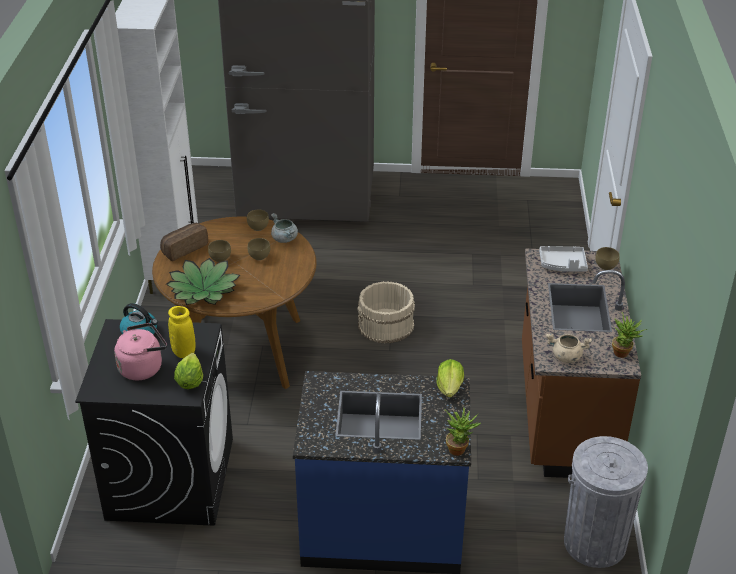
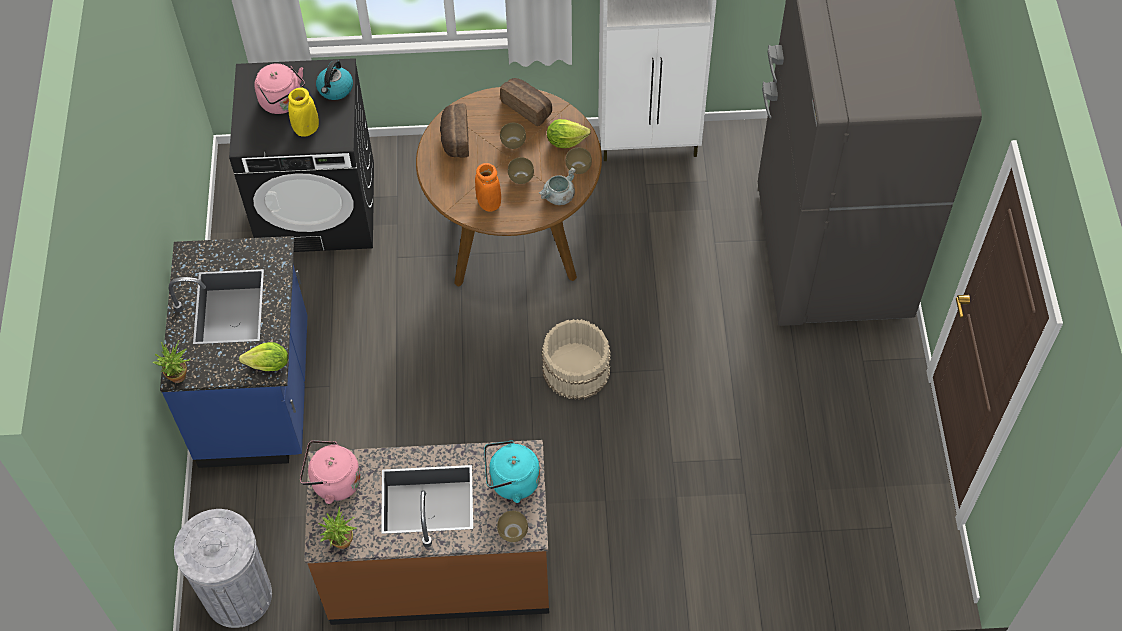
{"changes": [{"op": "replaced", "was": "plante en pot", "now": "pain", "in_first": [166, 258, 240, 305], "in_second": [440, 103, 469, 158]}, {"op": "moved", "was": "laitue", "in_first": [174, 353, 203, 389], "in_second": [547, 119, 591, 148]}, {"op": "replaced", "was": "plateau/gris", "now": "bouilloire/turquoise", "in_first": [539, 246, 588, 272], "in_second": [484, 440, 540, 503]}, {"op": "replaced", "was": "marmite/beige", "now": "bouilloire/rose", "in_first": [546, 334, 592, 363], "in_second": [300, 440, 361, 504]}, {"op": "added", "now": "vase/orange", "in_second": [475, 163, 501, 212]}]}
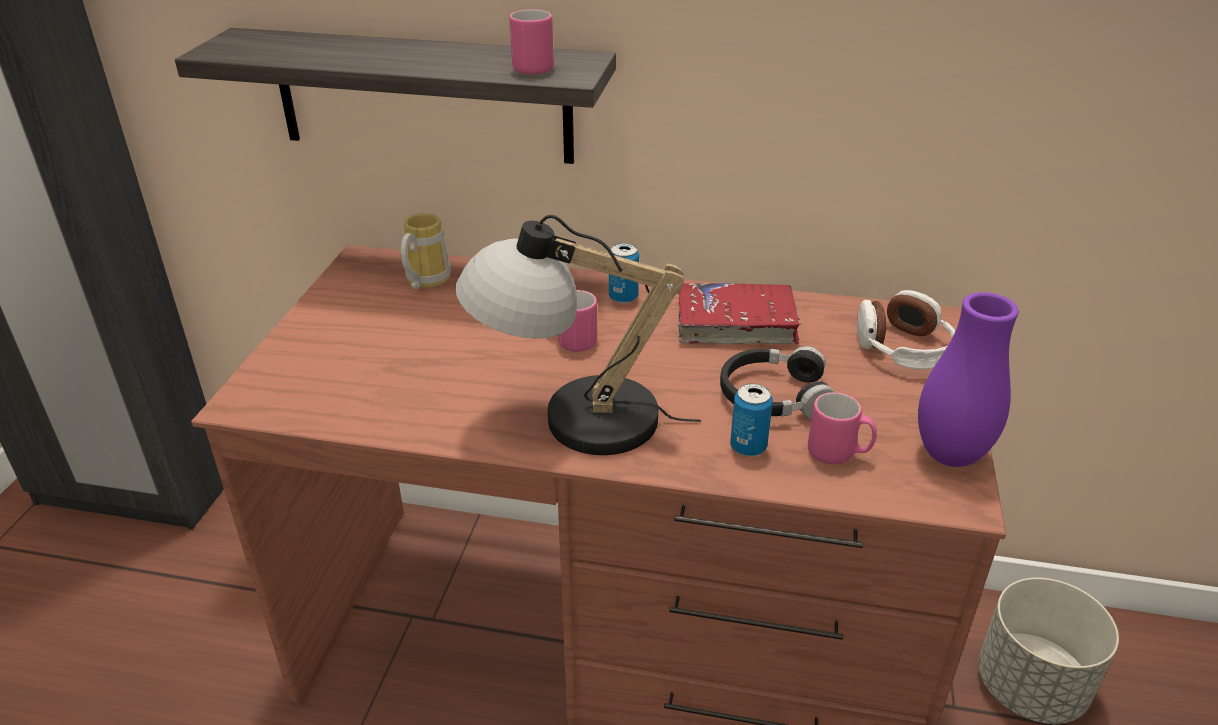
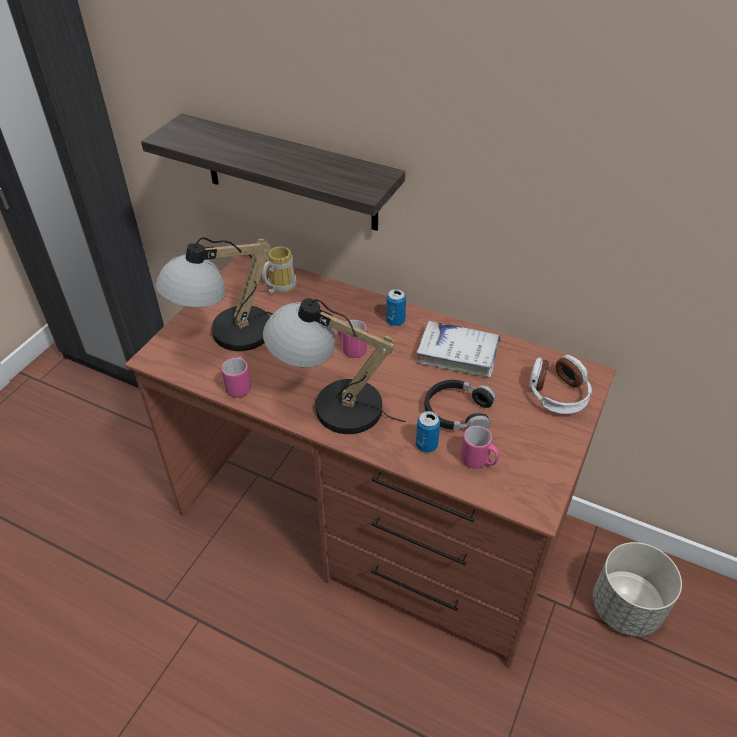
{"changes": [{"op": "moved", "was": "mug/rose", "in_first": [509, 9, 554, 75], "in_second": [221, 356, 251, 398]}, {"op": "recoloured", "was": "livre/rouge", "now": "livre/blanc", "in_first": [678, 283, 801, 344], "in_second": [416, 321, 501, 378]}, {"op": "removed", "was": "vase/violet", "in_first": [918, 292, 1019, 467]}, {"op": "added", "now": "lampe de table", "in_second": [155, 237, 272, 351]}]}
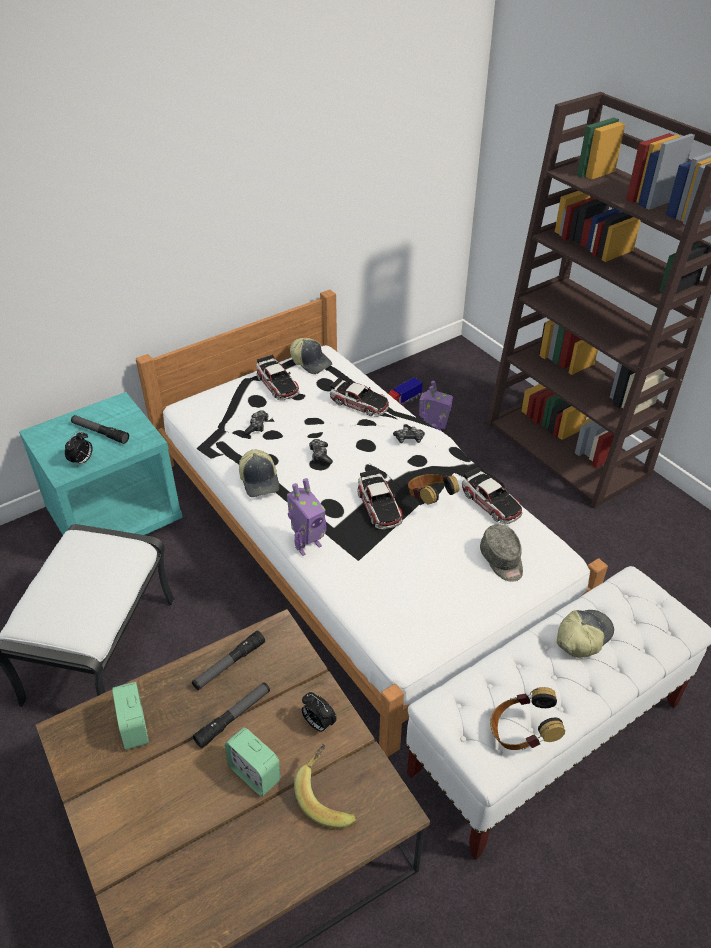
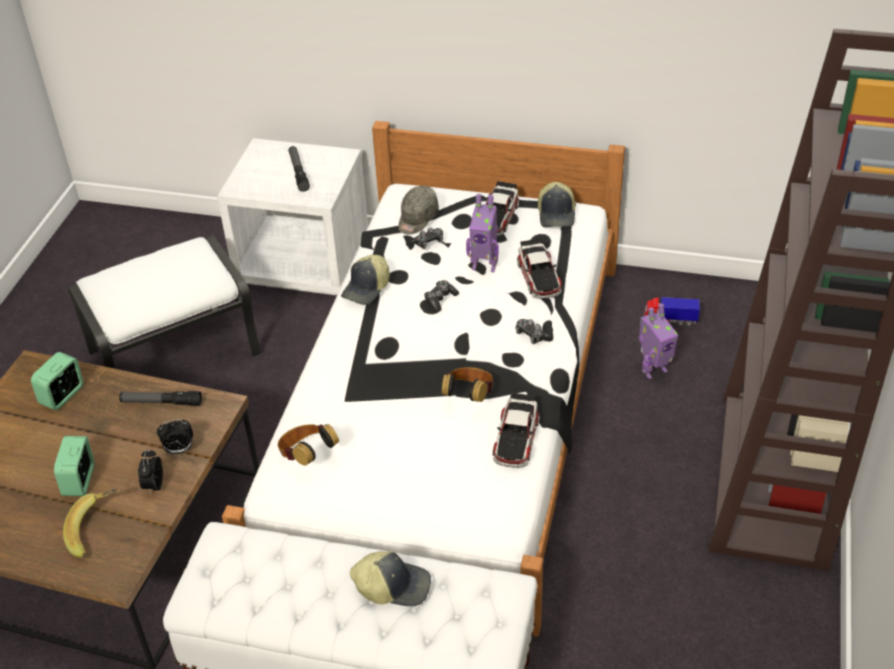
{"changes": [{"op": "recoloured", "was": "table de chevet/turquoise", "now": "table de chevet/blanc", "in_first": [19, 392, 183, 535], "in_second": [217, 138, 368, 295]}, {"op": "moved", "was": "réveil", "in_first": [65, 431, 92, 467], "in_second": [157, 419, 193, 454]}, {"op": "removed", "was": "lampe de poche", "in_first": [193, 682, 270, 748]}, {"op": "moved", "was": "robot jouet", "in_first": [287, 478, 326, 556], "in_second": [466, 194, 498, 272]}, {"op": "removed", "was": "petite voiture", "in_first": [357, 469, 403, 529]}, {"op": "moved", "was": "casquette/gris", "in_first": [480, 524, 523, 582], "in_second": [398, 186, 439, 234]}, {"op": "moved", "was": "casque audio", "in_first": [490, 687, 565, 750], "in_second": [278, 424, 339, 466]}]}
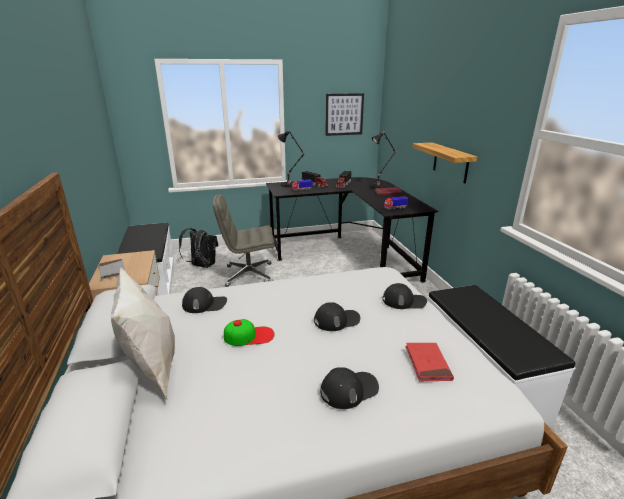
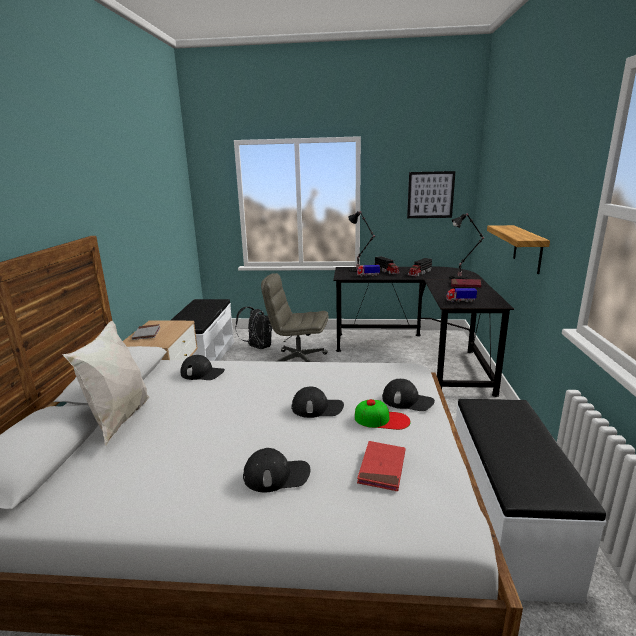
{"changes": [{"op": "moved", "was": "casquette", "in_first": [224, 319, 275, 346], "in_second": [355, 399, 411, 430]}]}
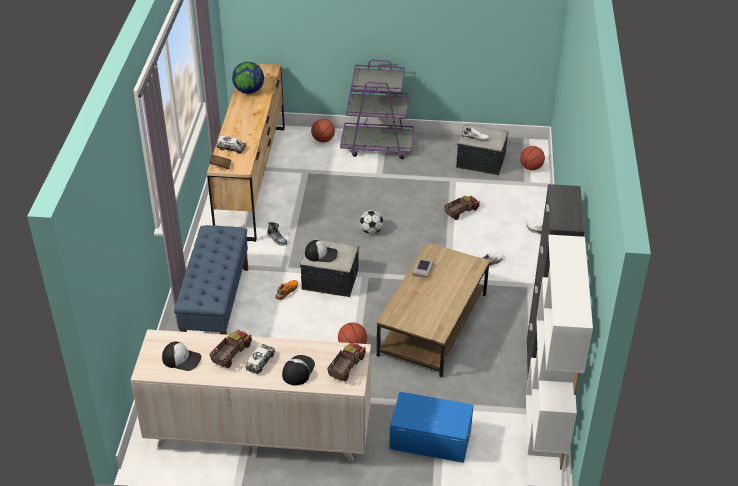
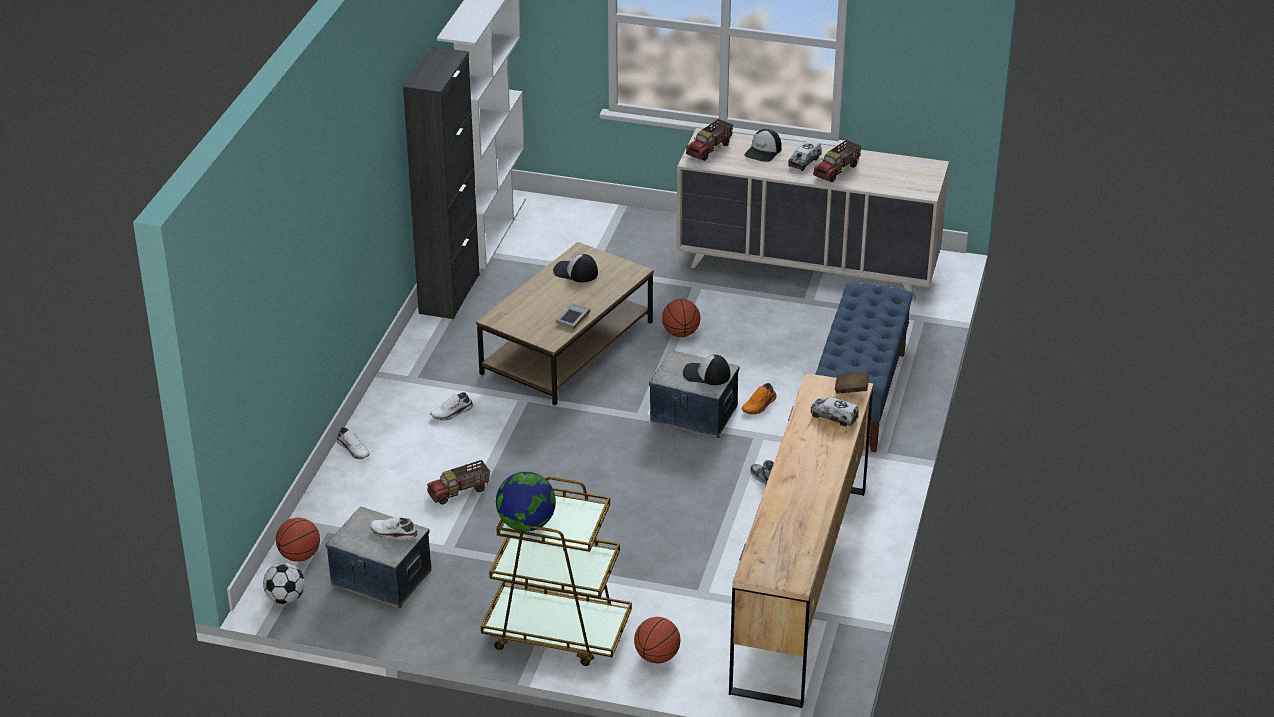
{"changes": [{"op": "moved", "was": "casquette", "in_first": [162, 342, 202, 371], "in_second": [553, 254, 598, 283]}, {"op": "moved", "was": "globe", "in_first": [232, 62, 264, 94], "in_second": [496, 472, 556, 532]}, {"op": "recoloured", "was": "chariot/violet", "now": "chariot/marron", "in_first": [340, 60, 414, 159], "in_second": [481, 477, 632, 666]}, {"op": "moved", "was": "ballon de foot", "in_first": [359, 210, 383, 234], "in_second": [263, 563, 305, 604]}, {"op": "removed", "was": "boîte de rangement/bleu", "in_first": [389, 391, 473, 463]}]}
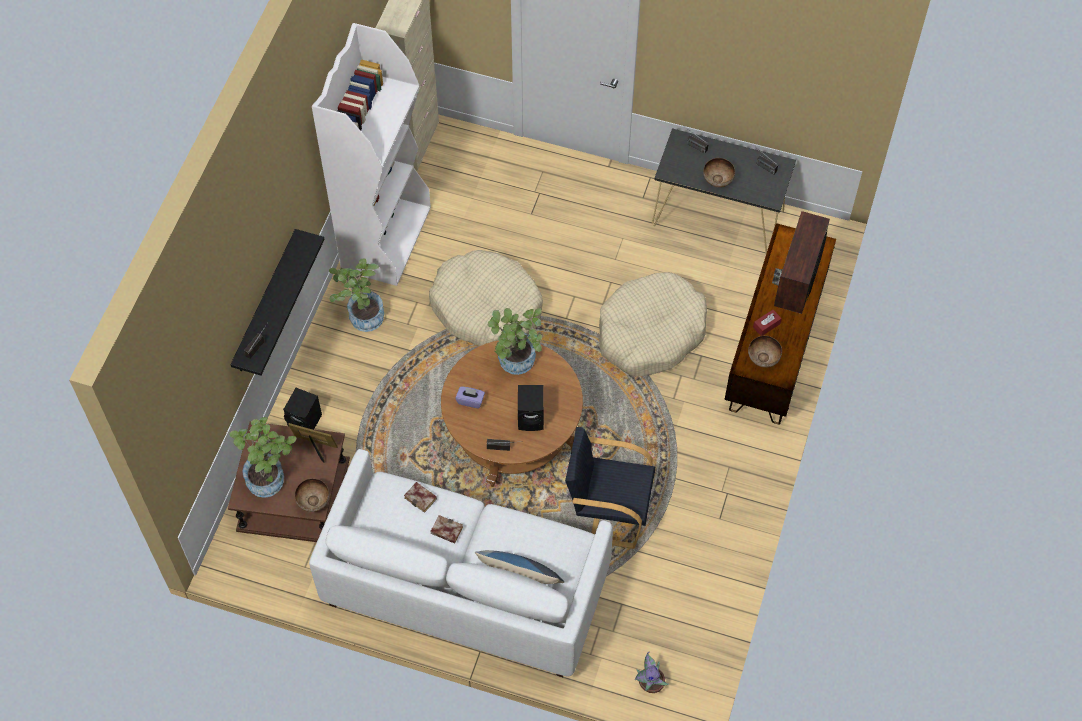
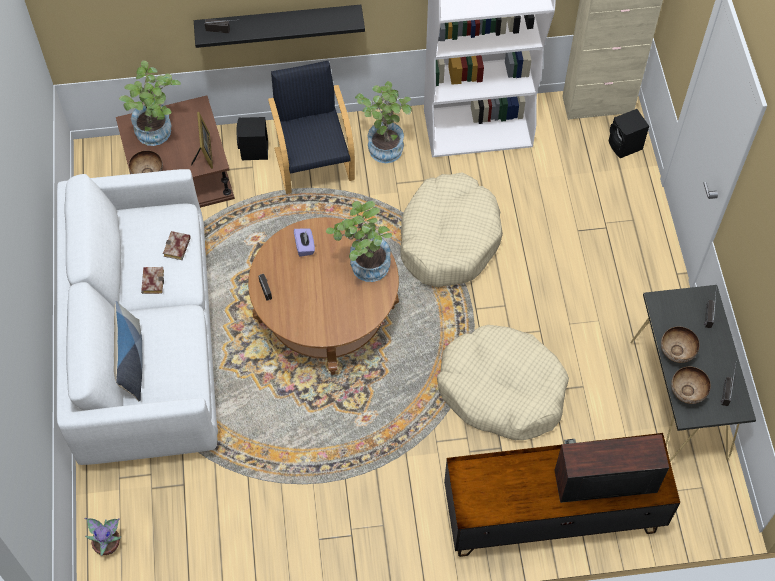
{"changes": [{"op": "moved", "was": "enceinte/noir", "in_first": [518, 385, 544, 431], "in_second": [609, 109, 649, 158]}, {"op": "moved", "was": "fauteuil/noir", "in_first": [565, 427, 656, 549], "in_second": [268, 61, 355, 194]}, {"op": "moved", "was": "bol", "in_first": [748, 336, 782, 368], "in_second": [671, 367, 711, 404]}, {"op": "removed", "was": "boîte à mouchoirs/rouge", "in_first": [753, 310, 782, 336]}]}
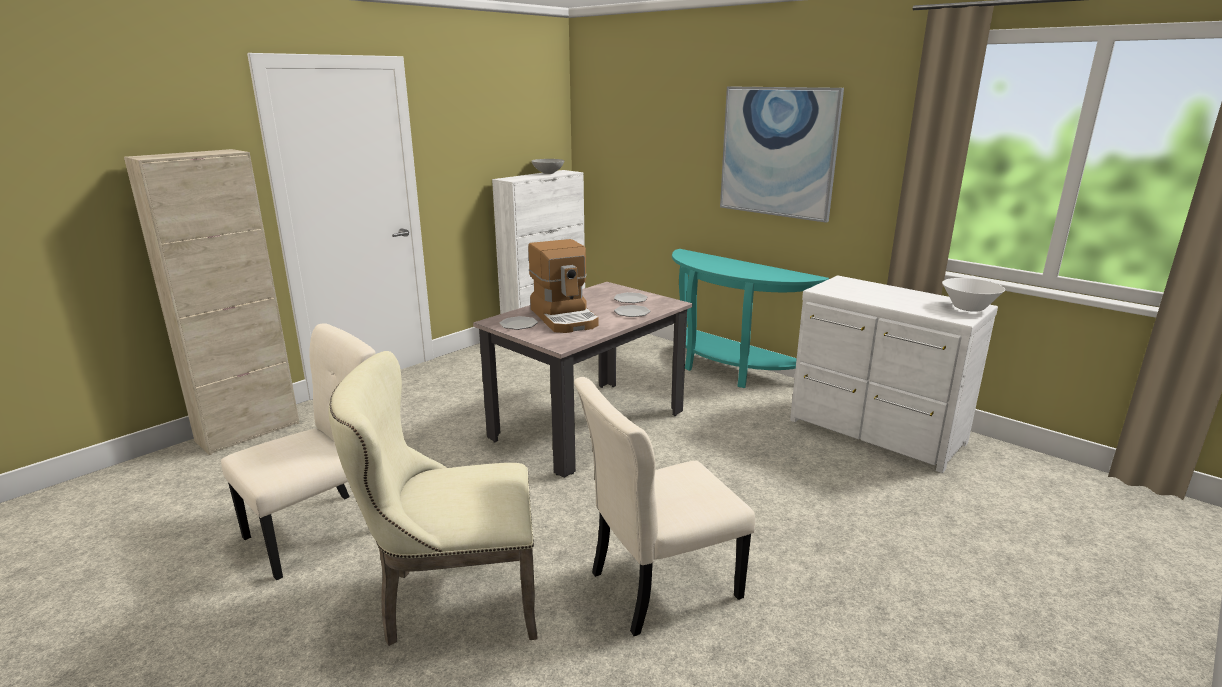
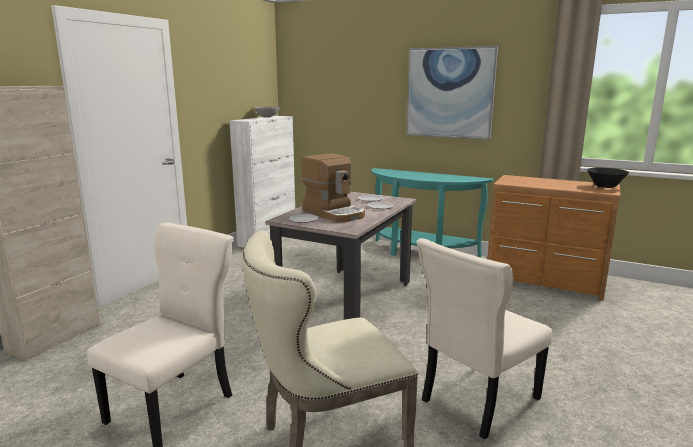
{"changes": [{"op": "recoloured", "was": "commode/blanc", "now": "commode/marron", "in_first": [790, 275, 998, 473], "in_second": [487, 175, 621, 301]}, {"op": "recoloured", "was": "bol/blanc", "now": "bol/noir", "in_first": [942, 278, 1005, 312], "in_second": [587, 168, 629, 188]}]}
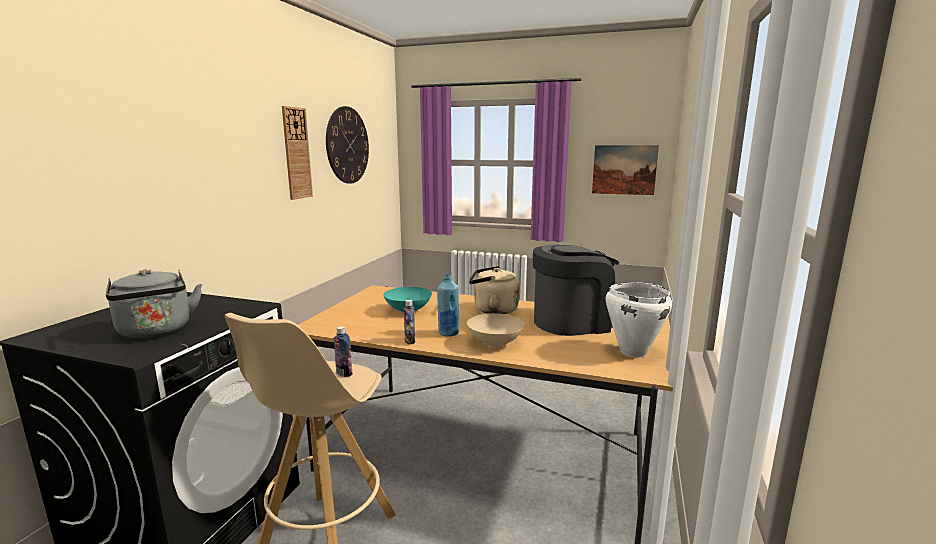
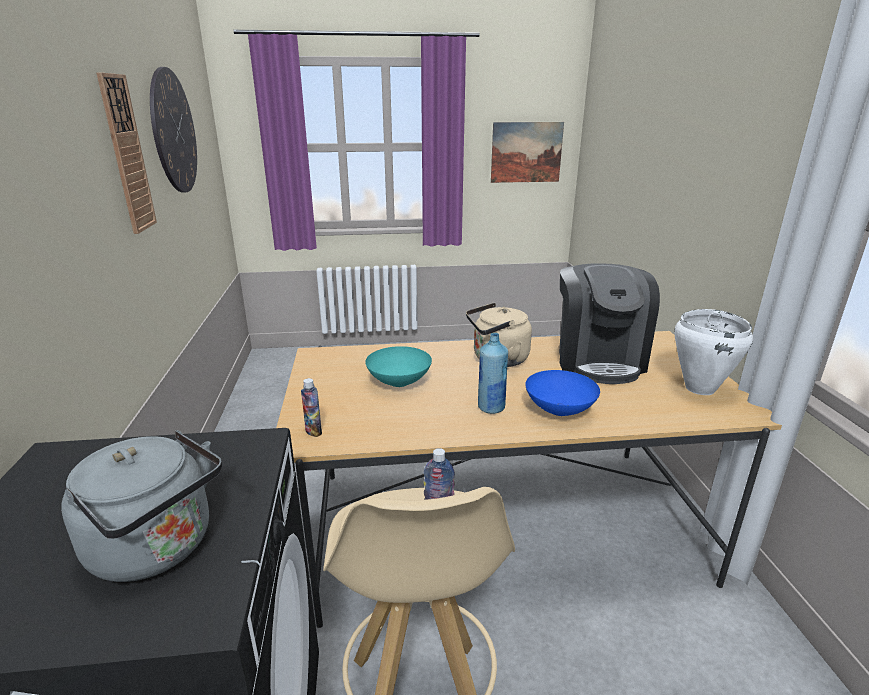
{"changes": [{"op": "moved", "was": "bouteille", "in_first": [404, 300, 415, 344], "in_second": [301, 378, 322, 437]}, {"op": "recoloured", "was": "bol/beige", "now": "bol/bleu", "in_first": [467, 313, 525, 347], "in_second": [525, 370, 600, 416]}, {"op": "turned", "was": "machine à café", "in_first": [533, 245, 619, 336], "in_second": [559, 263, 660, 384], "clockwise": 135}]}
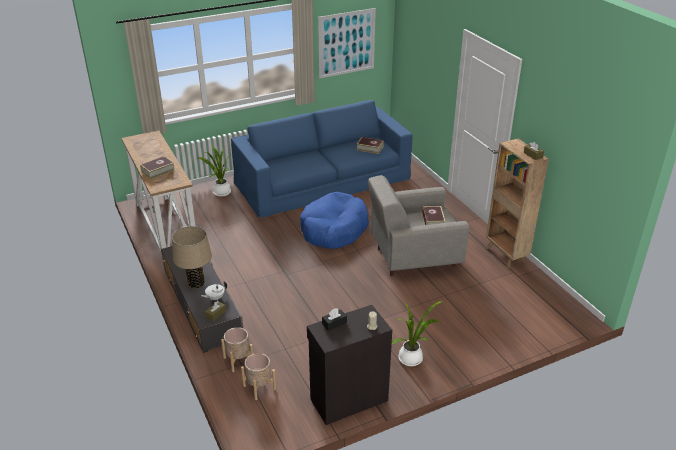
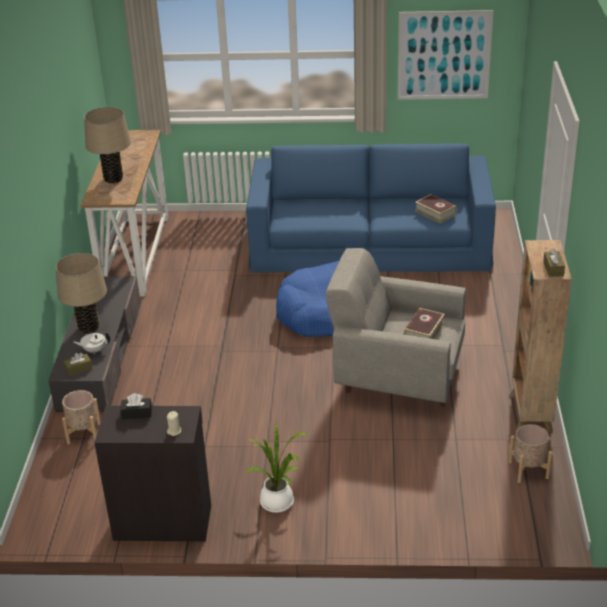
{"changes": [{"op": "replaced", "was": "livre", "now": "lampe de table/beige", "in_first": [140, 156, 175, 179], "in_second": [84, 107, 131, 184]}, {"op": "removed", "was": "plante en pot", "in_first": [197, 146, 231, 197]}, {"op": "moved", "was": "cache-pot/beige", "in_first": [241, 353, 276, 400], "in_second": [508, 424, 552, 483]}]}
